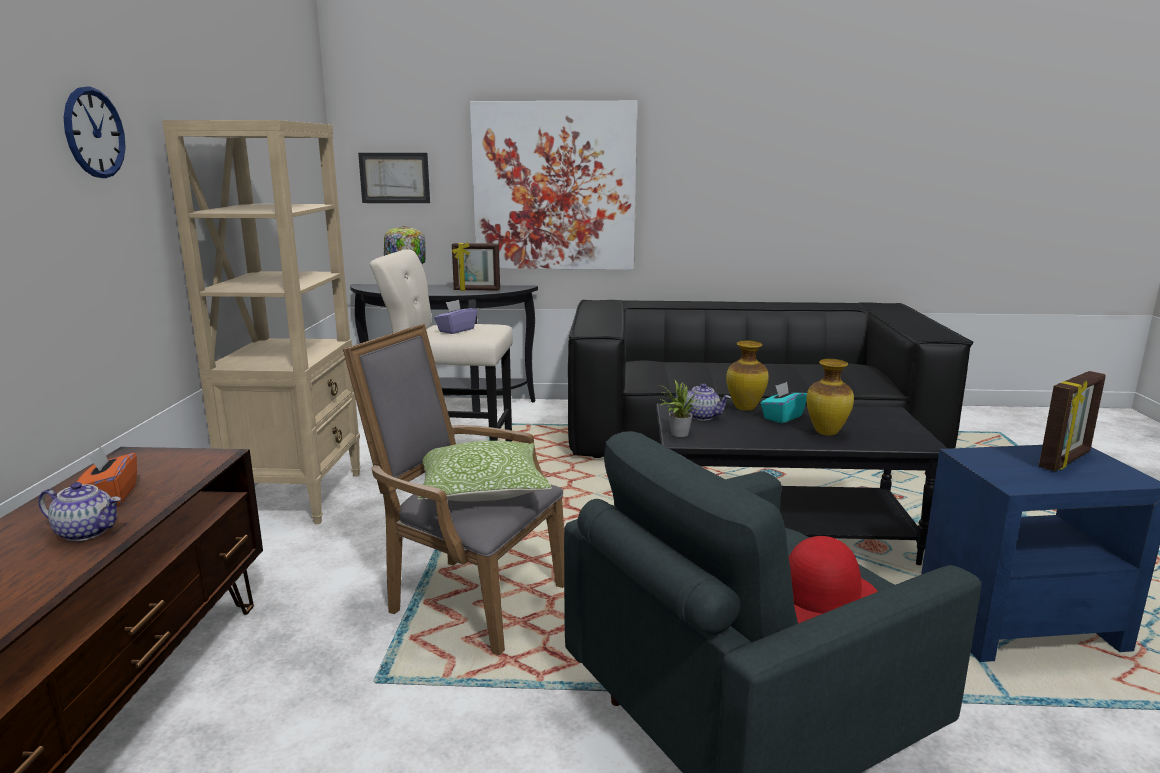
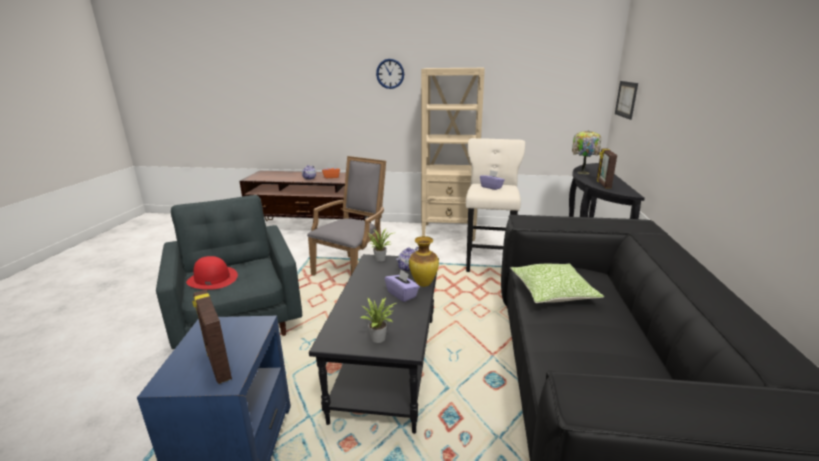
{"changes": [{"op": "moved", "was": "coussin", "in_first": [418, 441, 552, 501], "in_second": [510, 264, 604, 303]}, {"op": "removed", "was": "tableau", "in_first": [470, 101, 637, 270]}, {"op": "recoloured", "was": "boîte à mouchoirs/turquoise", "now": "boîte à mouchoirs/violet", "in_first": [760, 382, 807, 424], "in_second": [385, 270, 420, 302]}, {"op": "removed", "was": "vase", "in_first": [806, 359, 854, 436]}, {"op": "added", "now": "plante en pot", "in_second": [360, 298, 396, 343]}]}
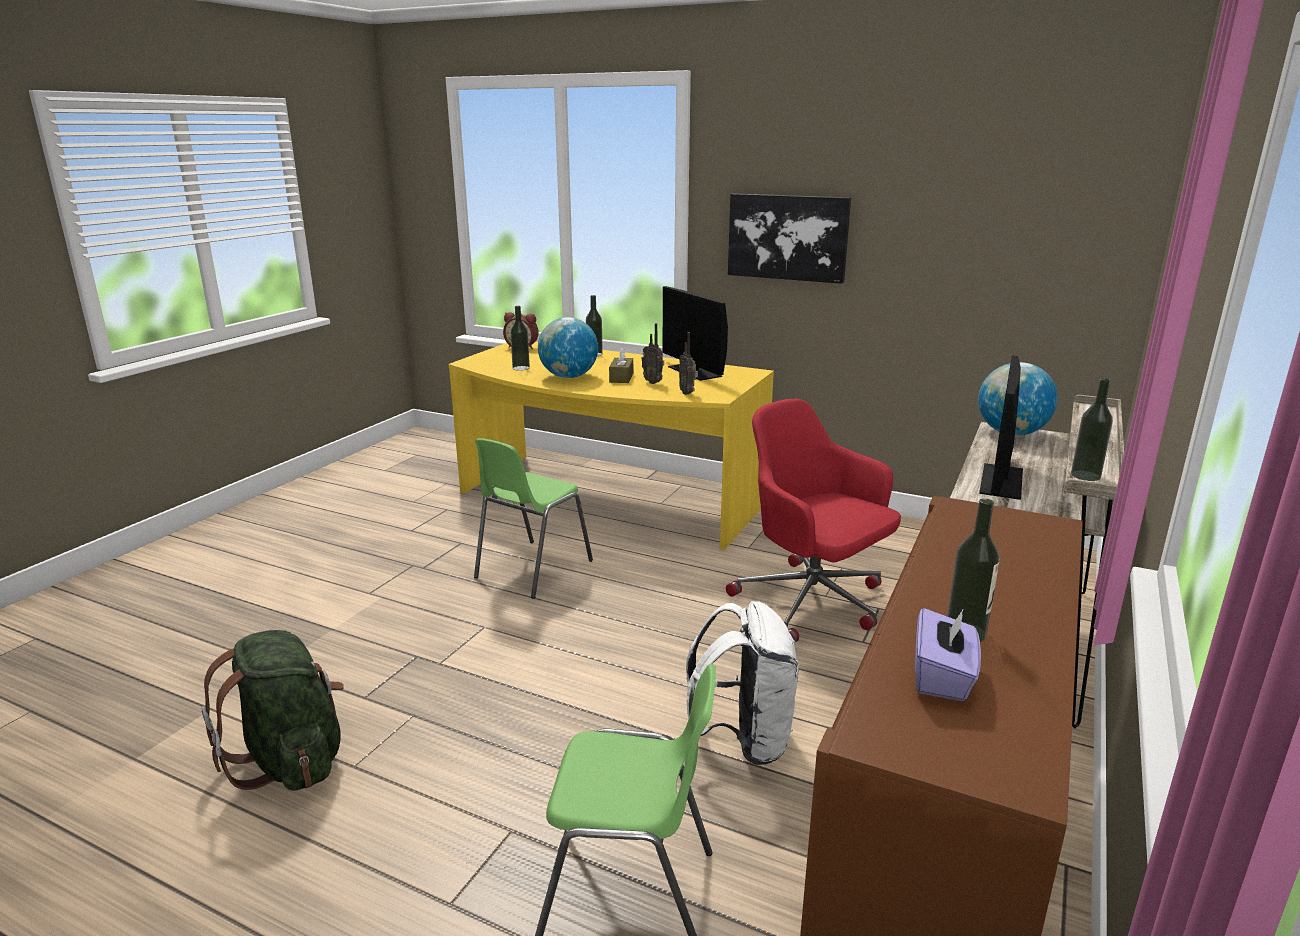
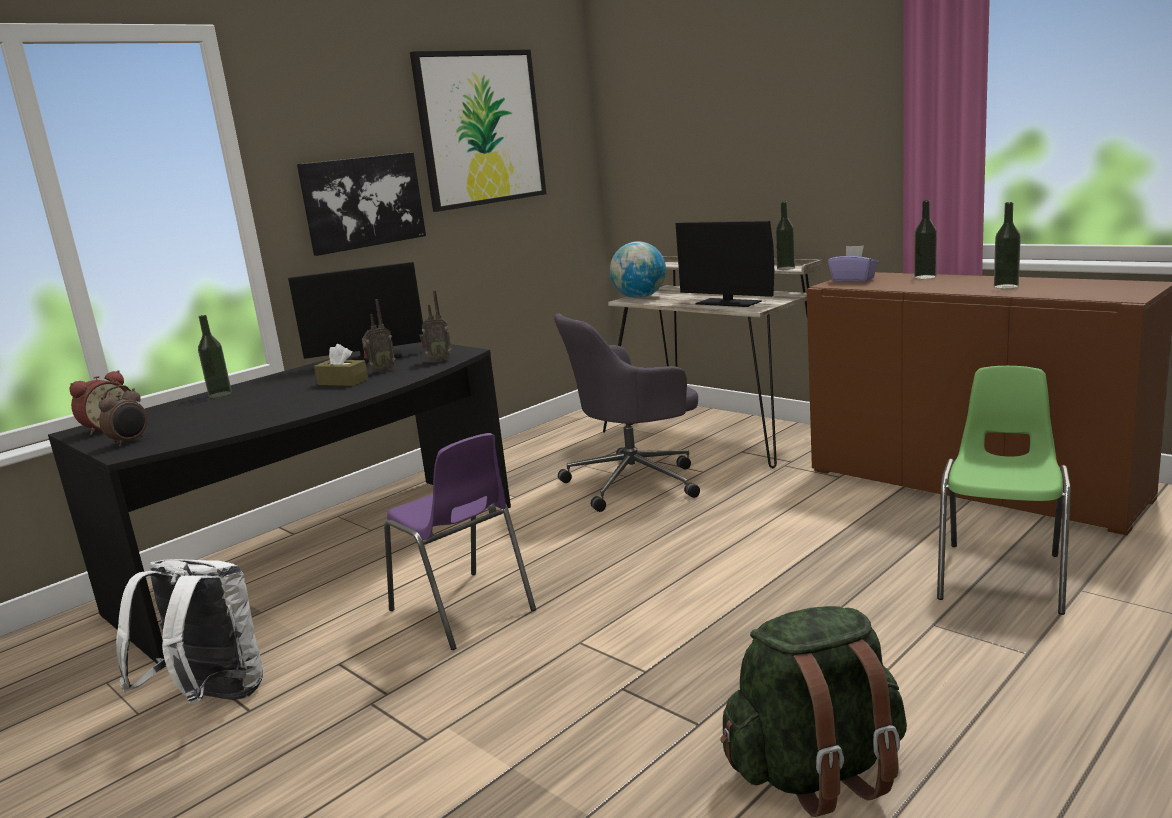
{"changes": [{"op": "recoloured", "was": "bureau/jaune", "now": "bureau/noir", "in_first": [449, 342, 774, 550], "in_second": [48, 342, 511, 667]}, {"op": "recoloured", "was": "chaise/vert", "now": "chaise/violet", "in_first": [474, 438, 593, 598], "in_second": [384, 433, 536, 650]}, {"op": "moved", "was": "bouteille", "in_first": [510, 306, 530, 371], "in_second": [914, 200, 937, 279]}, {"op": "removed", "was": "globe", "in_first": [538, 317, 598, 378]}, {"op": "moved", "was": "sac à dos/blanc", "in_first": [686, 601, 798, 766], "in_second": [116, 559, 263, 705]}, {"op": "recoloured", "was": "chaise de bureau/rouge", "now": "chaise de bureau/gris", "in_first": [726, 399, 901, 642], "in_second": [554, 313, 700, 512]}, {"op": "moved", "was": "boîte à mouchoirs/violet", "in_first": [915, 608, 981, 701], "in_second": [828, 246, 878, 282]}, {"op": "added", "now": "réveil", "in_second": [98, 385, 147, 447]}, {"op": "added", "now": "tableau", "in_second": [410, 50, 547, 212]}]}
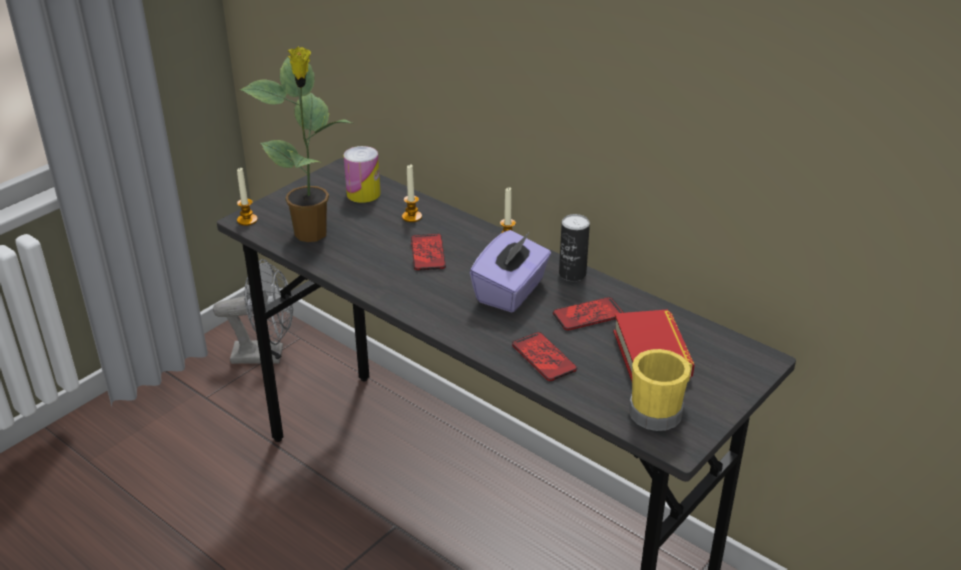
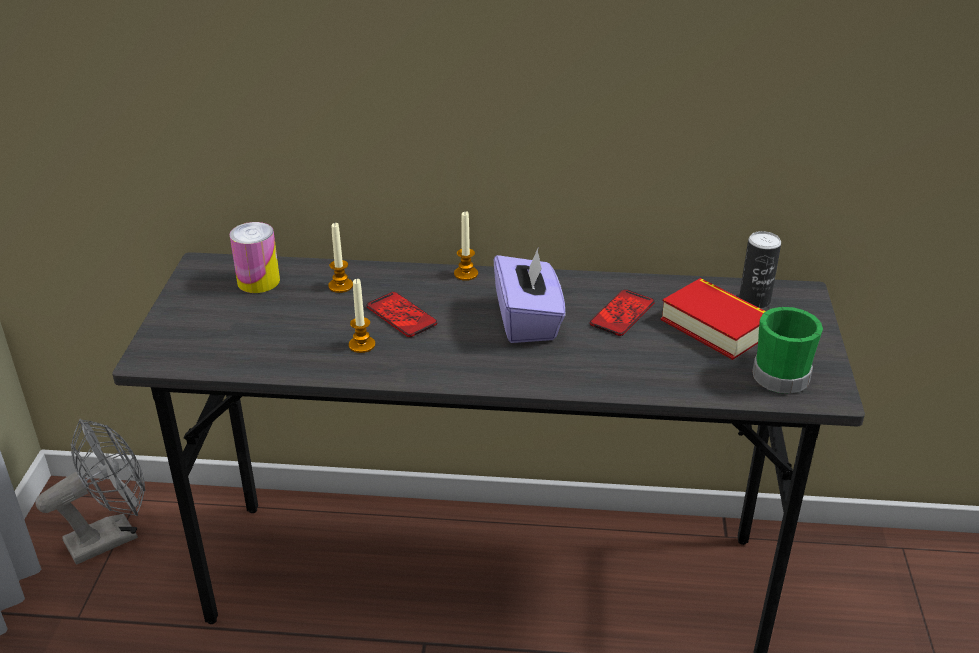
{"changes": [{"op": "moved", "was": "bougie", "in_first": [237, 167, 258, 226], "in_second": [349, 278, 375, 353]}, {"op": "removed", "was": "plante en pot", "in_first": [240, 47, 352, 242]}, {"op": "removed", "was": "téléphone", "in_first": [512, 332, 577, 381]}, {"op": "moved", "was": "boîte métallique", "in_first": [559, 214, 590, 281], "in_second": [739, 231, 781, 309]}, {"op": "recoloured", "was": "mug/jaune", "now": "mug/vert", "in_first": [629, 349, 692, 431], "in_second": [752, 307, 823, 394]}]}
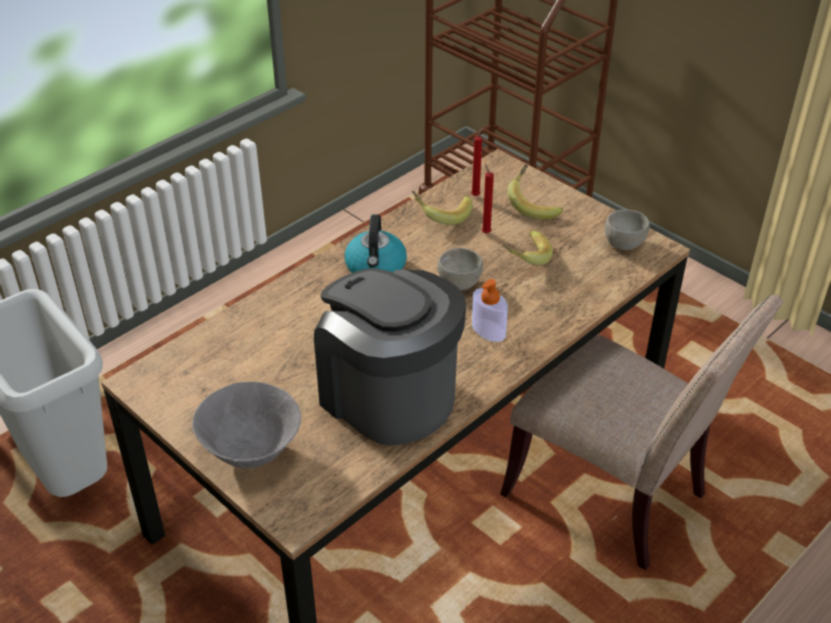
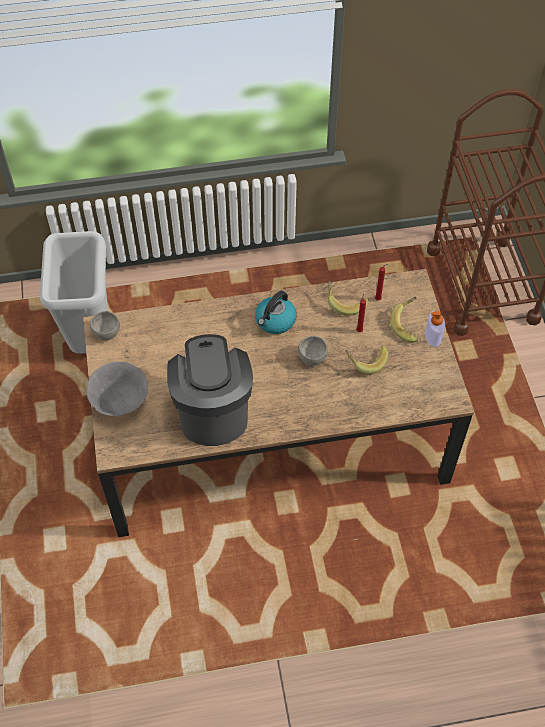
{"changes": [{"op": "moved", "was": "distributeur de savon", "in_first": [472, 279, 508, 342], "in_second": [425, 311, 445, 347]}, {"op": "removed", "was": "chaise/beige", "in_first": [500, 294, 784, 570]}, {"op": "moved", "was": "bol/gris", "in_first": [605, 210, 650, 250], "in_second": [90, 311, 120, 340]}]}
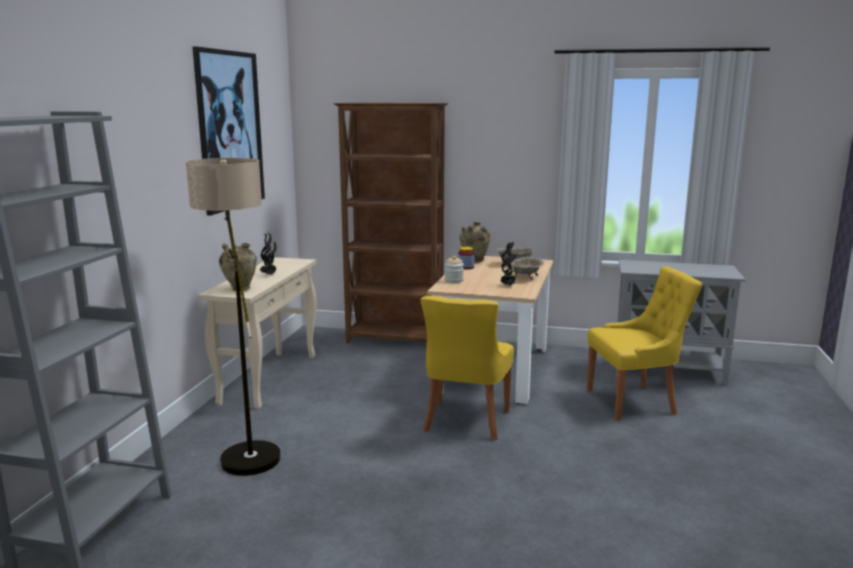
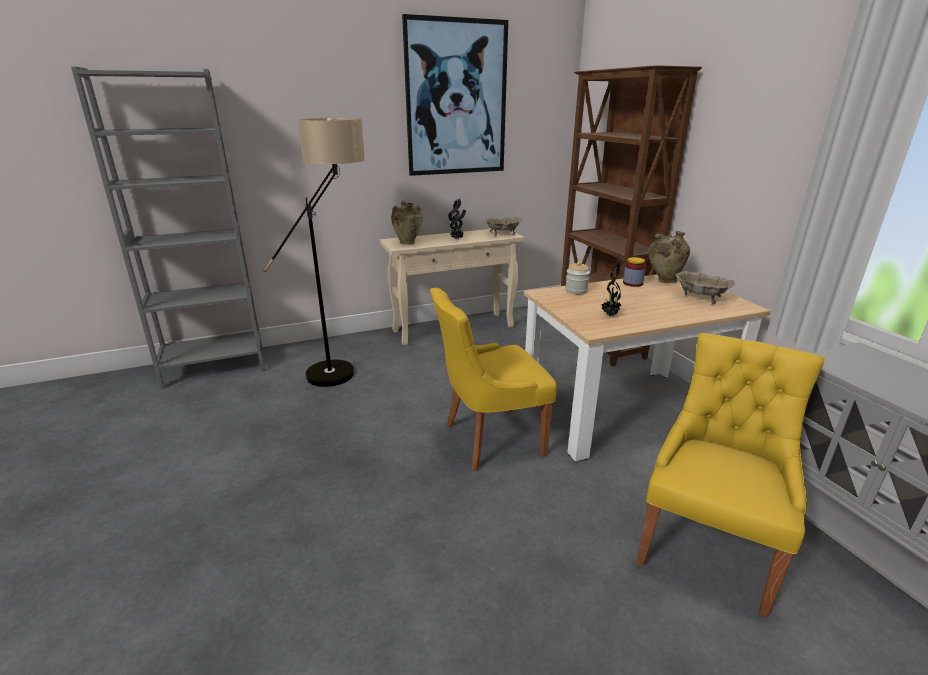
{"changes": [{"op": "moved", "was": "bol/beige", "in_first": [510, 256, 544, 281], "in_second": [484, 217, 523, 236]}, {"op": "turned", "was": "chaise/jaune", "in_first": [587, 266, 702, 421], "in_second": [637, 333, 825, 617], "clockwise": -105}]}
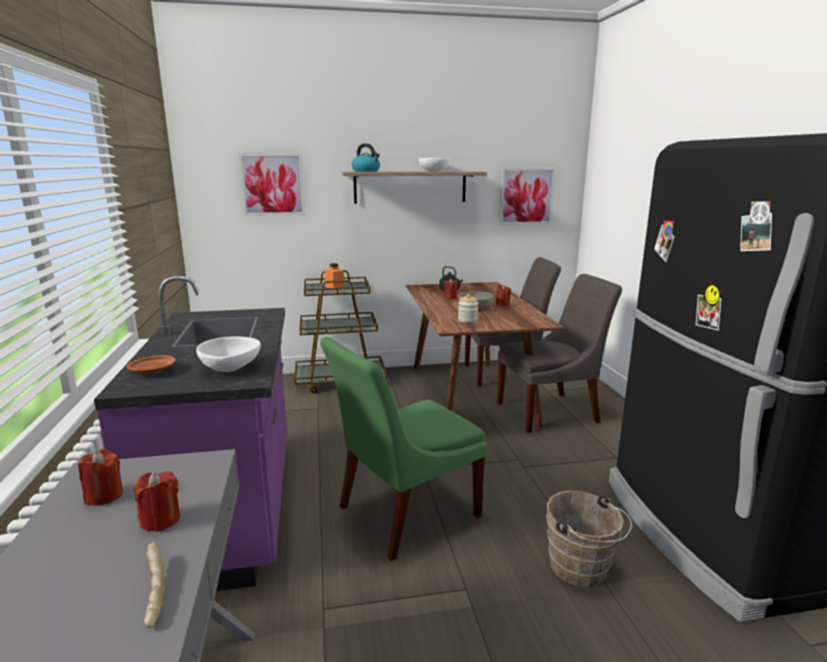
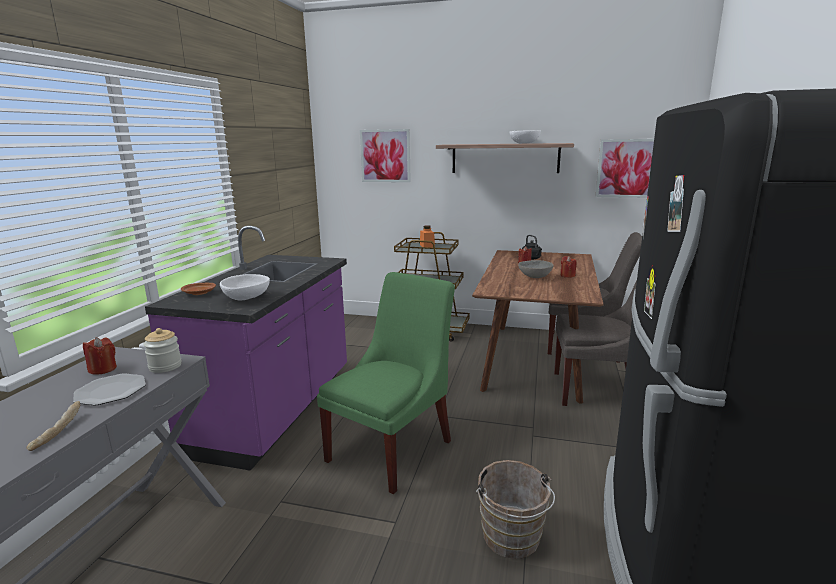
{"changes": [{"op": "replaced", "was": "bougie/rouge", "now": "assiette", "in_first": [134, 471, 180, 532], "in_second": [73, 373, 146, 406]}, {"op": "turned", "was": "chaise/vert", "in_first": [320, 337, 487, 561], "in_second": [317, 272, 455, 494], "clockwise": 135}, {"op": "removed", "was": "bouilloire", "in_first": [352, 143, 380, 172]}, {"op": "moved", "was": "bocal", "in_first": [458, 294, 478, 323], "in_second": [143, 328, 182, 373]}]}
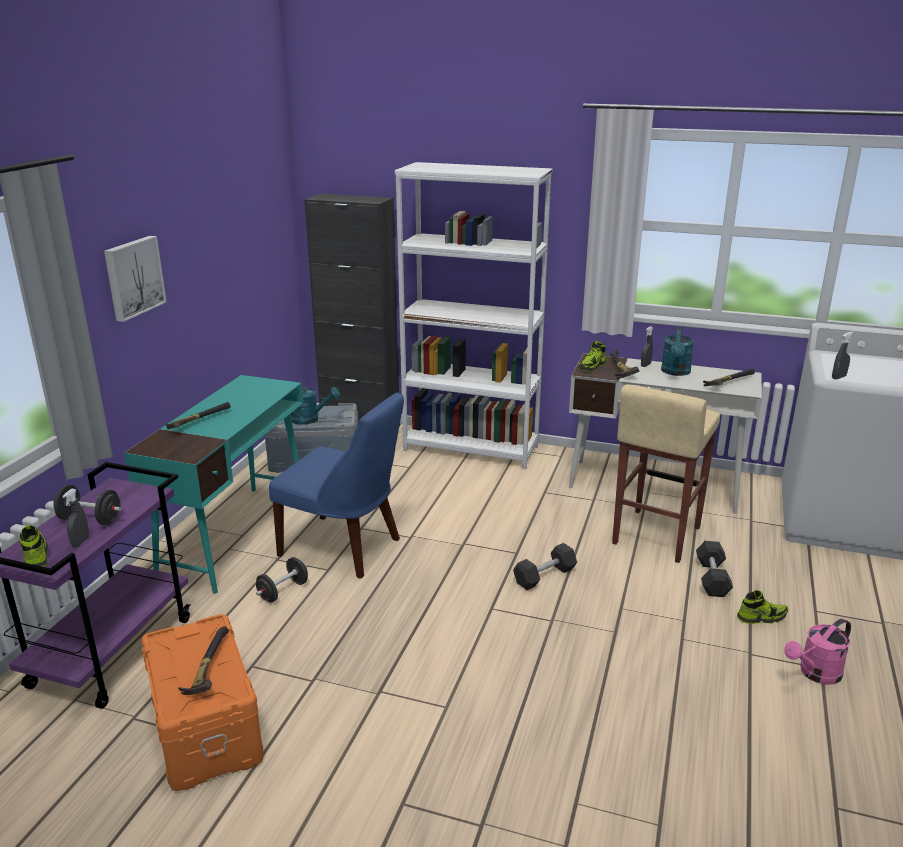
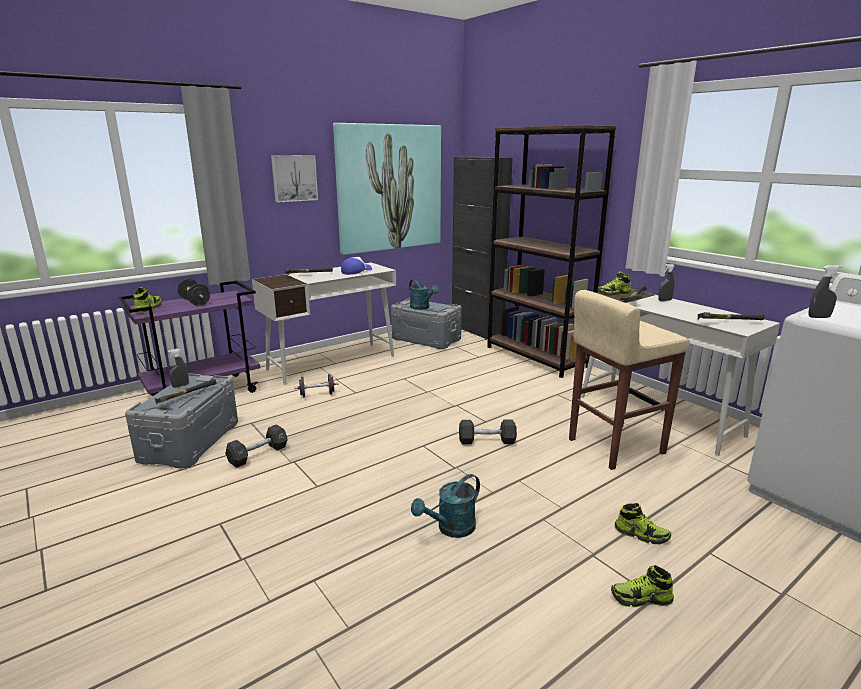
{"changes": [{"op": "moved", "was": "vaporisateur/gris", "in_first": [62, 489, 89, 547], "in_second": [168, 348, 189, 388]}, {"op": "recoloured", "was": "bureau/turquoise", "now": "bureau/blanc", "in_first": [124, 375, 303, 594], "in_second": [252, 263, 396, 385]}, {"op": "recoloured", "was": "boîte de rangement/orange", "now": "boîte de rangement/gris", "in_first": [142, 614, 264, 791], "in_second": [125, 373, 238, 469]}, {"op": "removed", "was": "chaise/bleu", "in_first": [269, 392, 404, 579]}, {"op": "recoloured", "was": "bibliothèque/blanc", "now": "bibliothèque/marron", "in_first": [395, 162, 552, 469], "in_second": [487, 125, 617, 378]}, {"op": "moved", "was": "arrosoir/turquoise", "in_first": [661, 327, 694, 376], "in_second": [411, 474, 480, 538]}, {"op": "moved", "was": "haltère/noir", "in_first": [696, 541, 733, 597], "in_second": [225, 424, 287, 468]}, {"op": "replaced", "was": "arrosoir/rose", "now": "chaussure", "in_first": [784, 618, 851, 685], "in_second": [611, 565, 674, 607]}, {"op": "added", "now": "tableau", "in_second": [333, 123, 441, 255]}, {"op": "added", "now": "casquette", "in_second": [341, 257, 372, 275]}]}
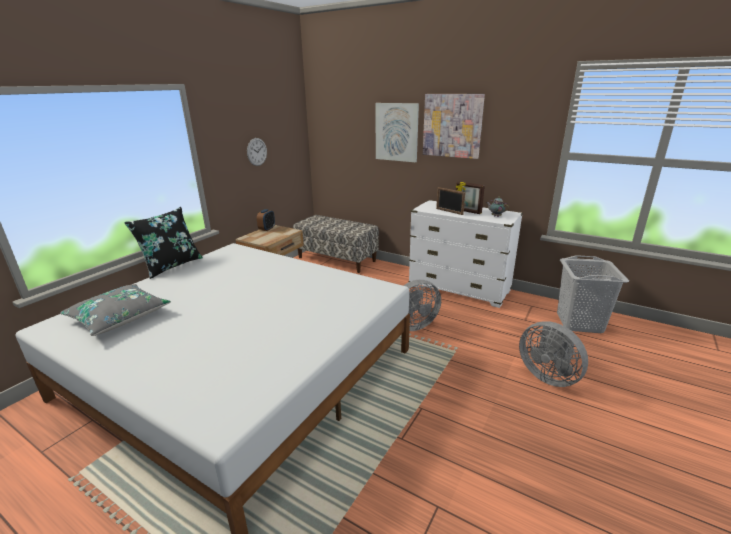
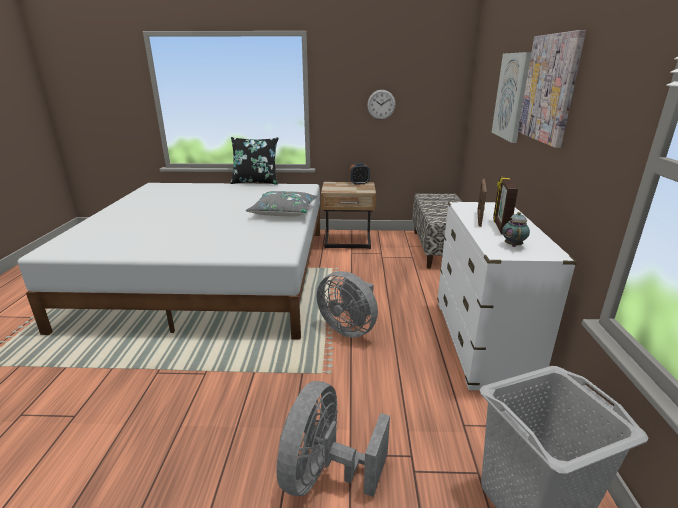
{"changes": [{"op": "moved", "was": "coussin/gris", "in_first": [60, 284, 171, 336], "in_second": [246, 191, 318, 216]}]}
